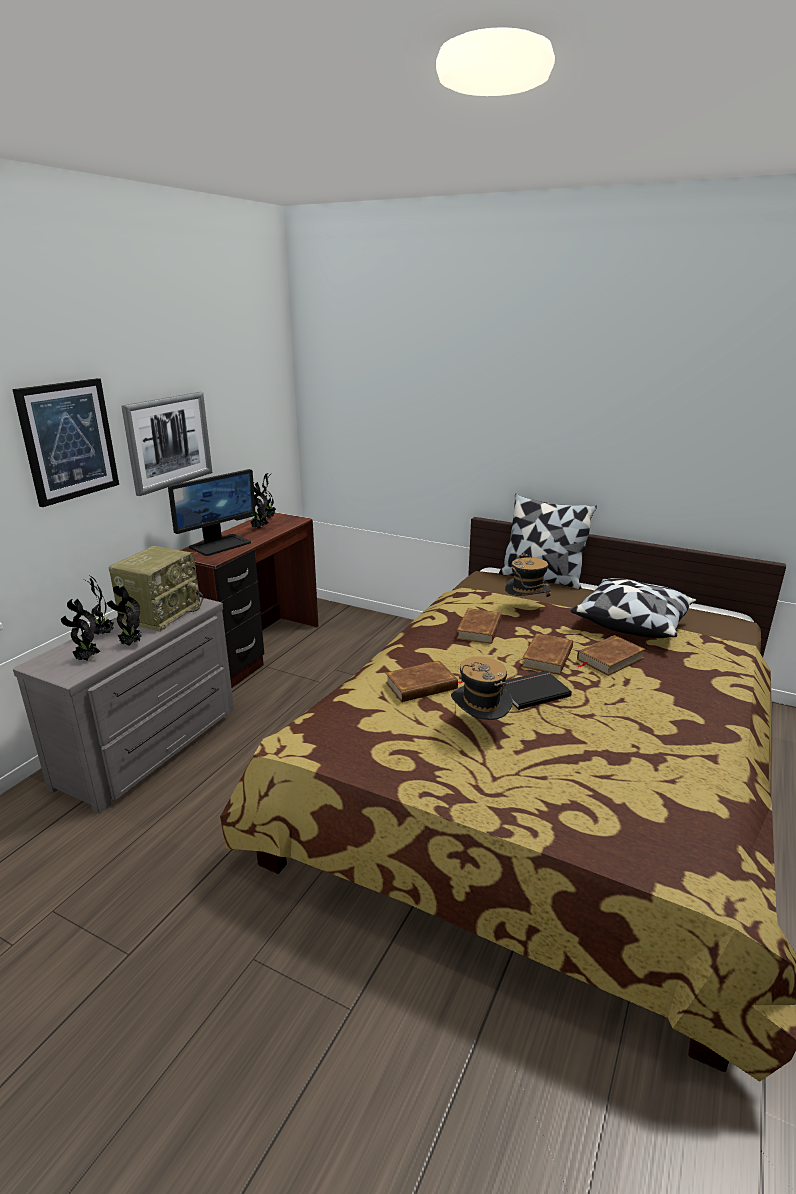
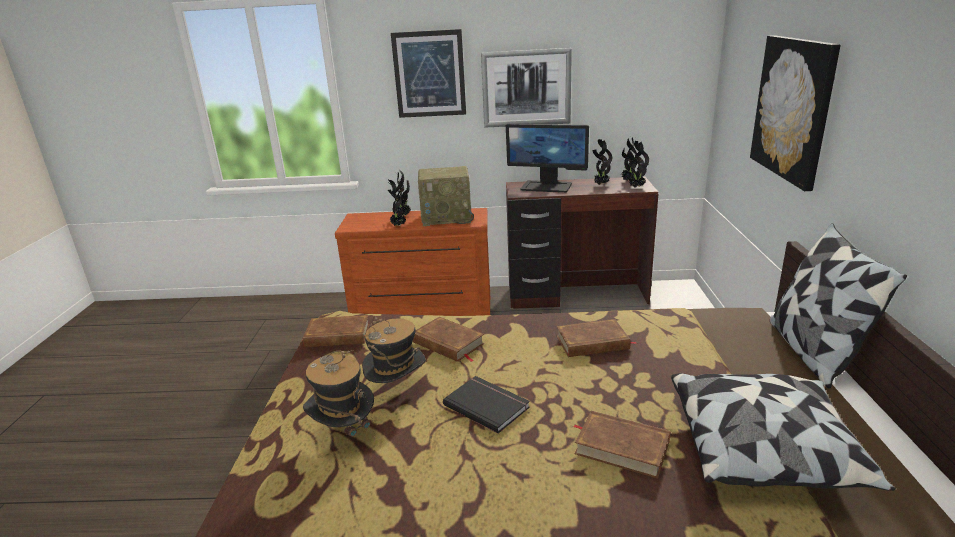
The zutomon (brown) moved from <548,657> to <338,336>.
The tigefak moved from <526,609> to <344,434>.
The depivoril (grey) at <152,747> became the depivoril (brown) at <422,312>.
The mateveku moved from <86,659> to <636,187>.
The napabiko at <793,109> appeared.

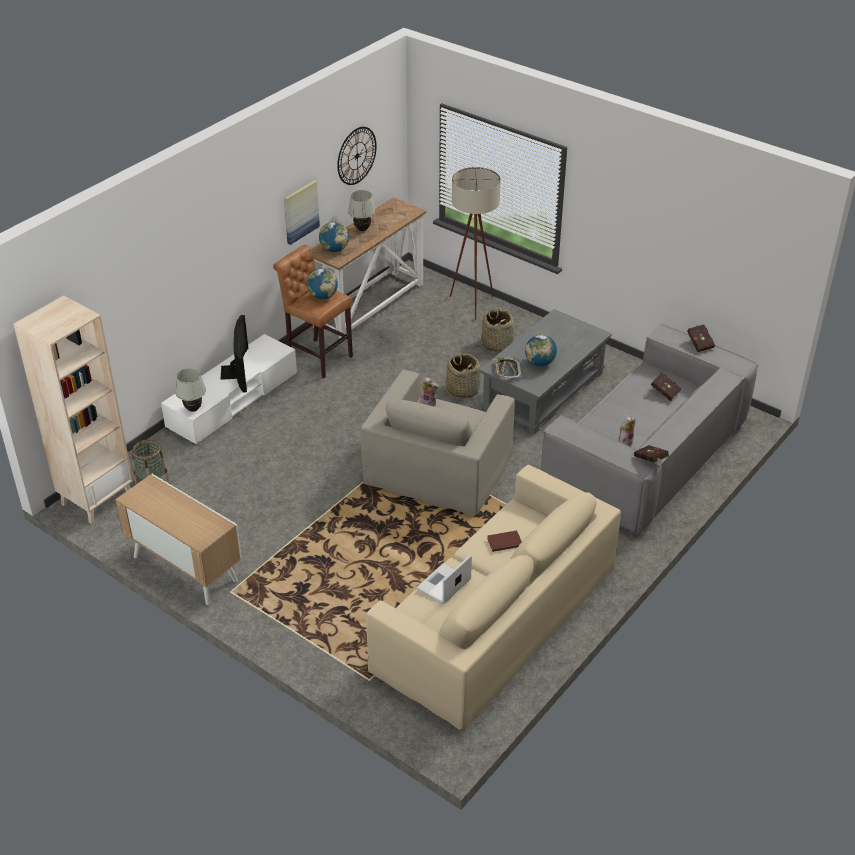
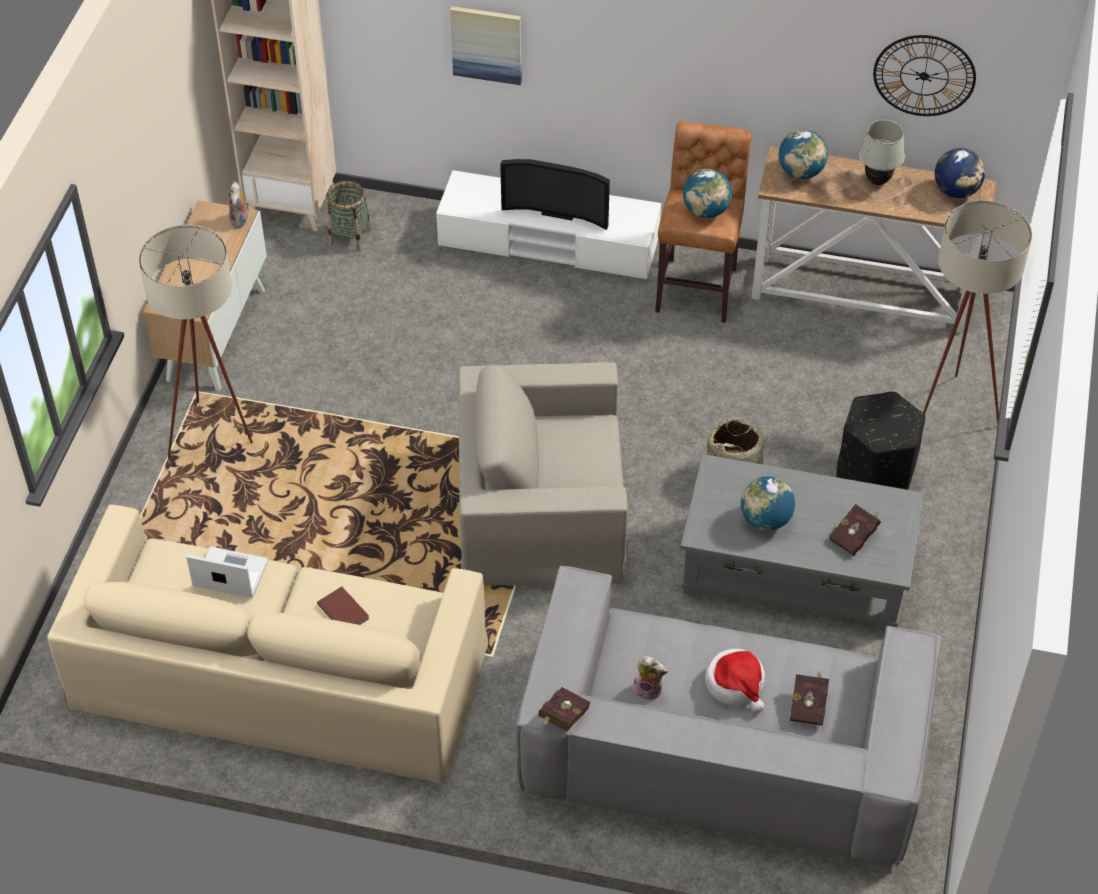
The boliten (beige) at <215,437> appeared.
The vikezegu moved from <429,403> to <241,221>.
The napabiko moved from <300,212> to <487,44>.
The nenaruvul at <236,372> turned 45 degrees clockwise.
The tigefak at <736,684> appeared.
The zutomon (red) moved from <699,343> to <855,537>.
The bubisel at <497,344> was replaced by the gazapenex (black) at <875,475>.
The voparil at <956,191> appeared.
The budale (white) at <193,409> disappeared.
The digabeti at <507,370> disappeared.

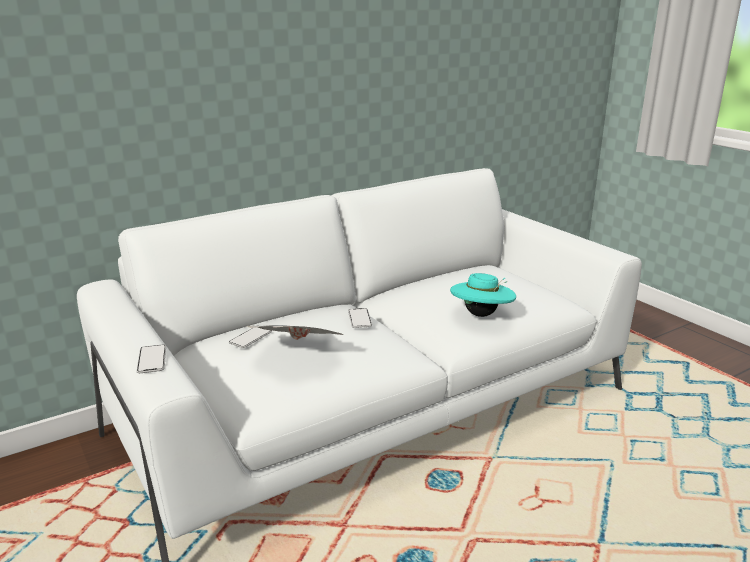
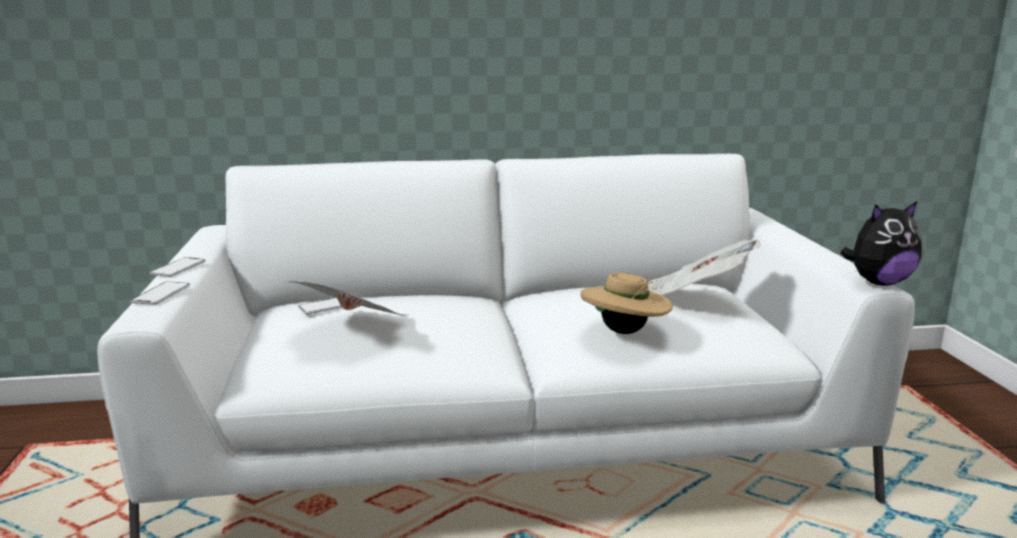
The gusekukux moved from <359,319> to <178,268>.
The tigefak (turquoise) at <481,315> became the tigefak (beige) at <624,332>.
The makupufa at <696,296> appeared.
The vikezegu at <878,282> appeared.

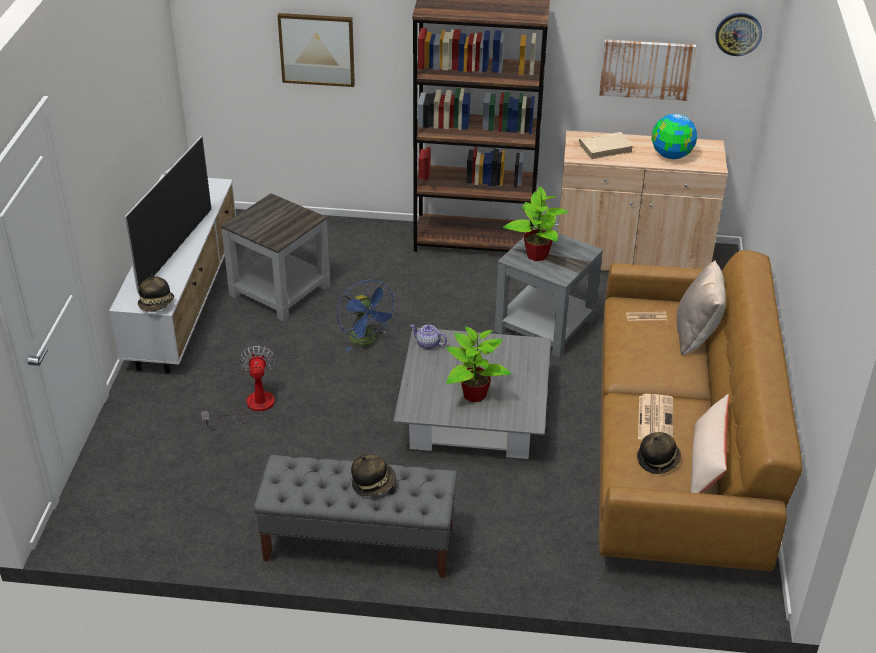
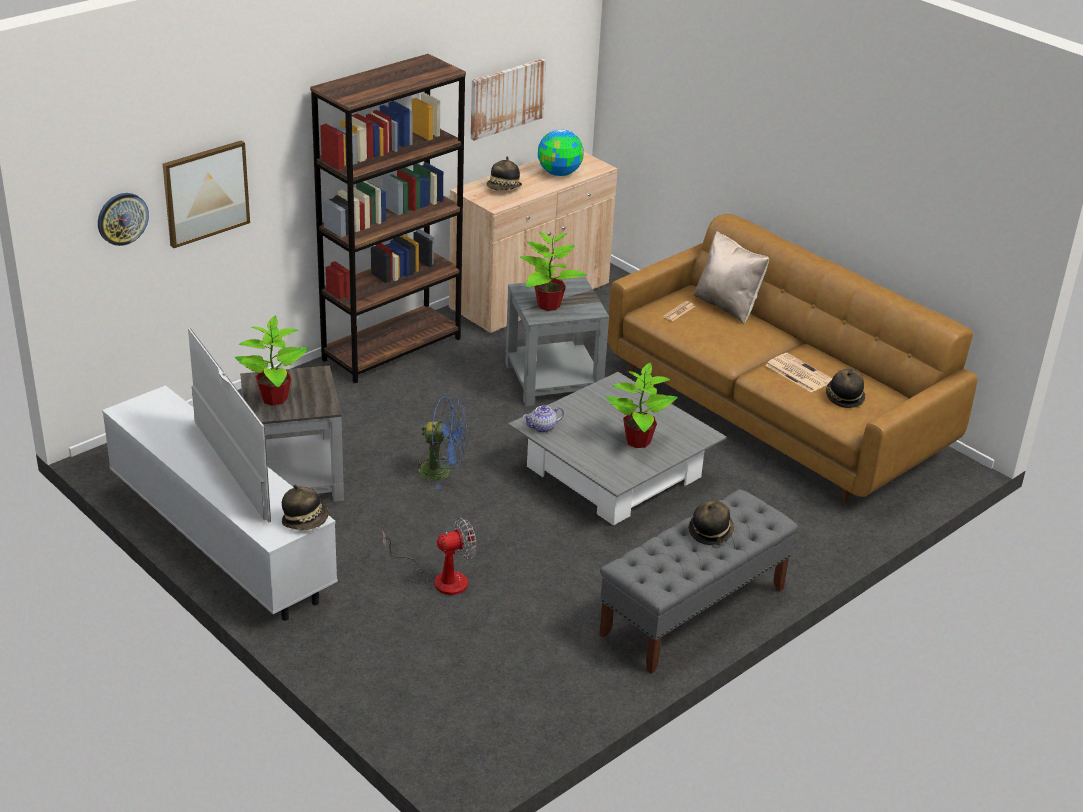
The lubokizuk moved from <738,33> to <122,218>.
The mateveku at <273,398> appeared.
The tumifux at <251,407> turned 120 degrees clockwise.
The zutomon (beige) at <605,147> was replaced by the tigefak at <504,189>.
The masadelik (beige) at <706,464> disappeared.

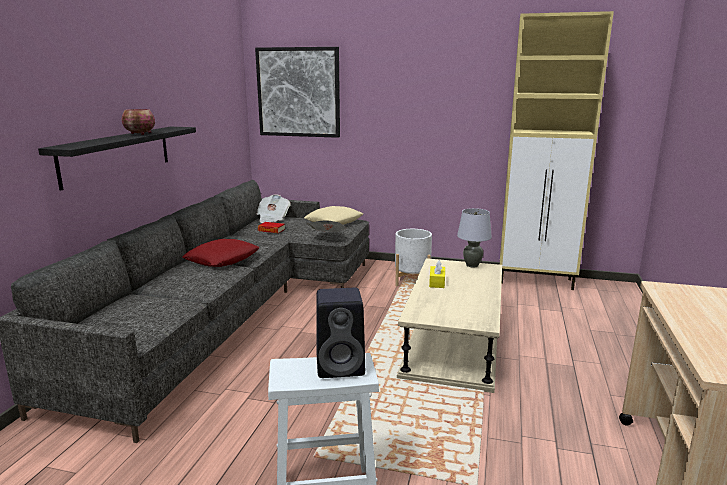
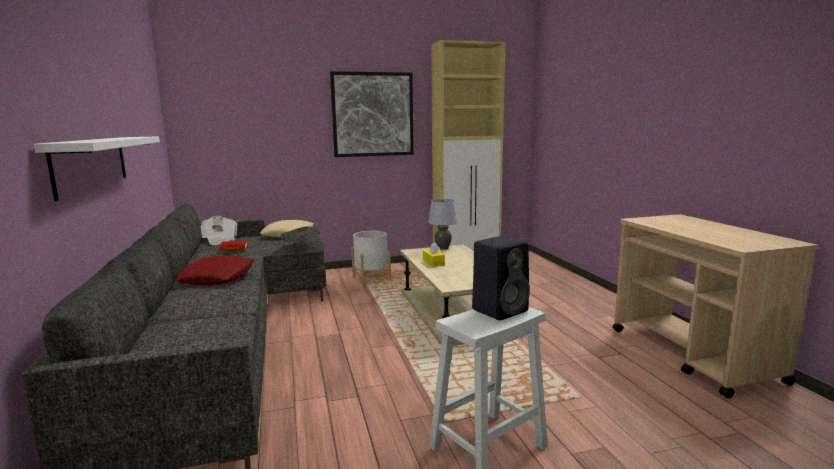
The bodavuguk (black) at <117,155> became the bodavuguk (white) at <92,163>.
The napabiko moved from <298,92> to <373,114>.
The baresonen at <140,134> disappeared.

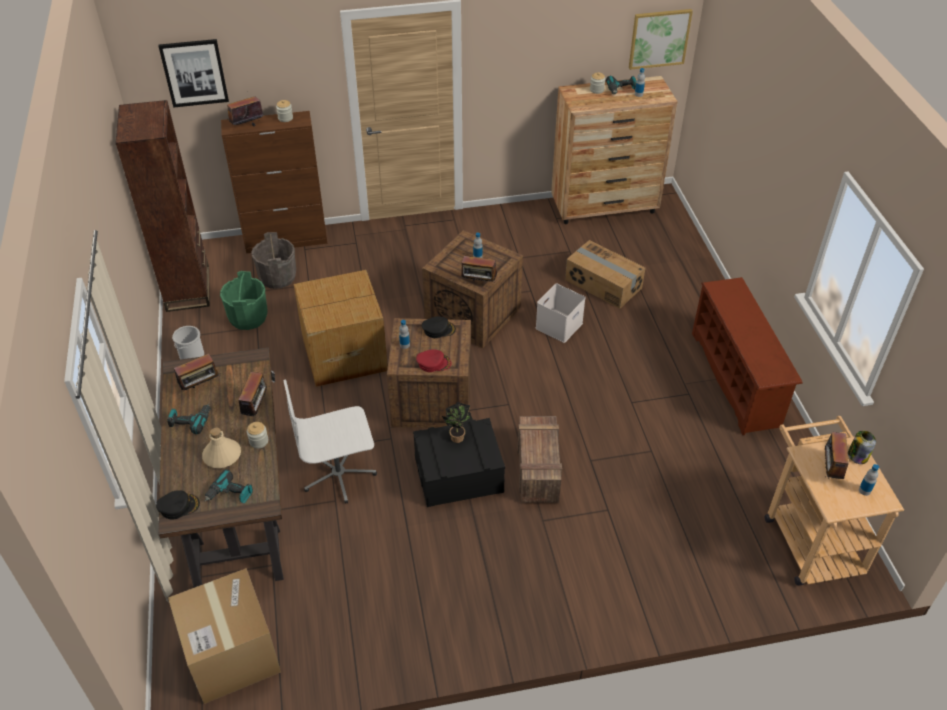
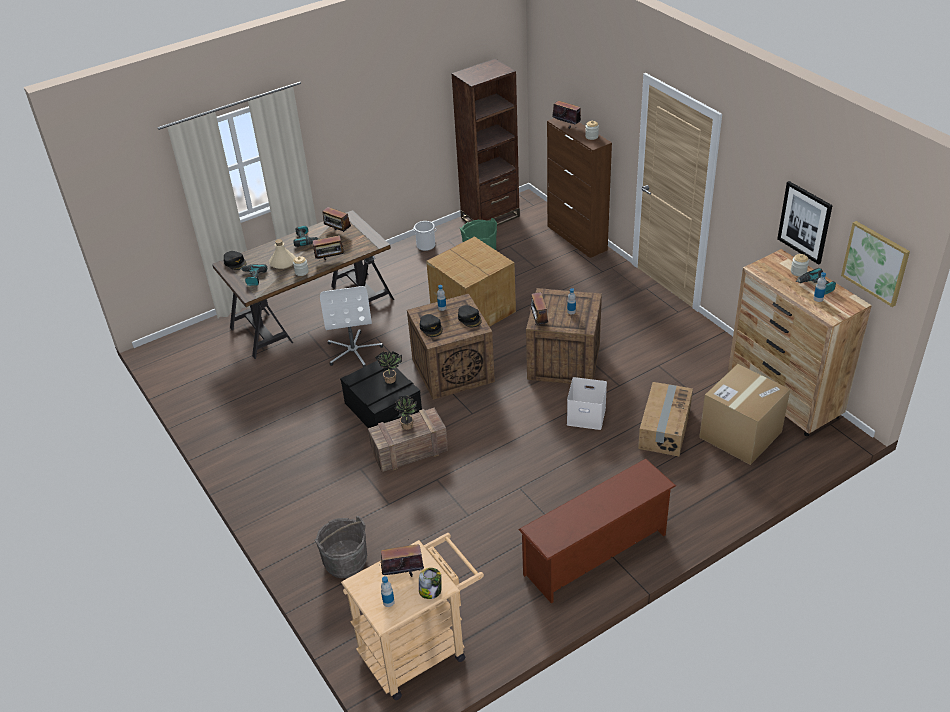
The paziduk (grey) moved from <278,277> to <346,562>.
The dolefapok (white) at <339,474> turned 150 degrees counterclockwise.
The mateveku at <409,426> appeared.
The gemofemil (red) at <434,363> became the gemofemil (black) at <431,328>.
The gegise moved from <232,654> to <740,434>.
The napabiko moved from <194,73> to <805,222>.

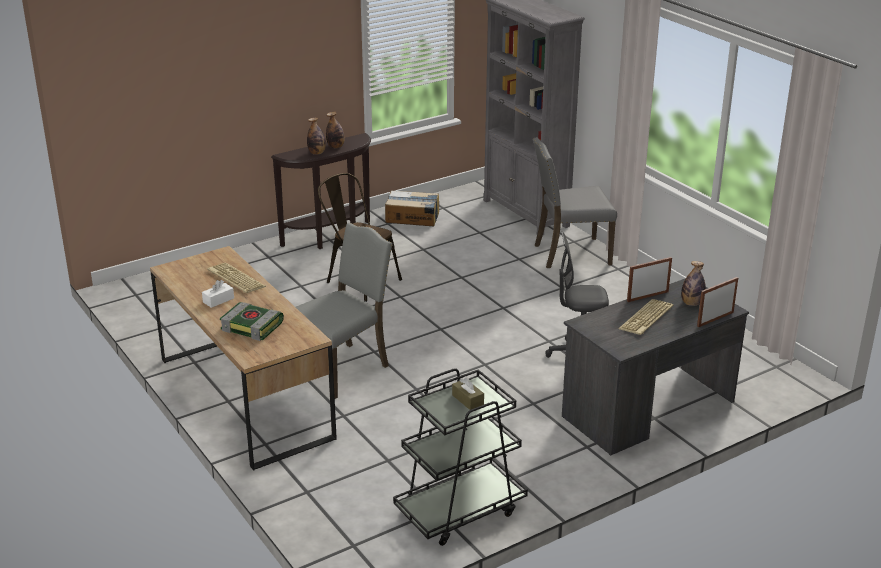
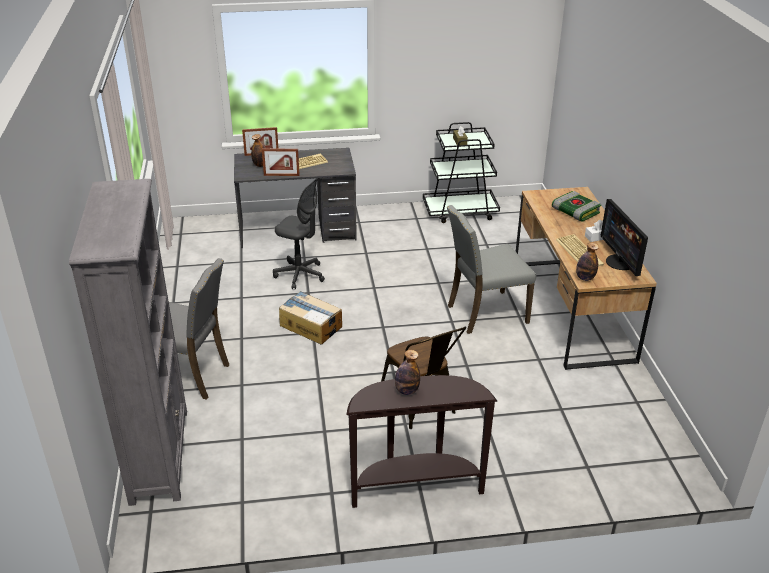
The gegise moved from <412,217> to <311,326>.
The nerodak moved from <317,153> to <585,278>.
The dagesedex at <620,262> appeared.

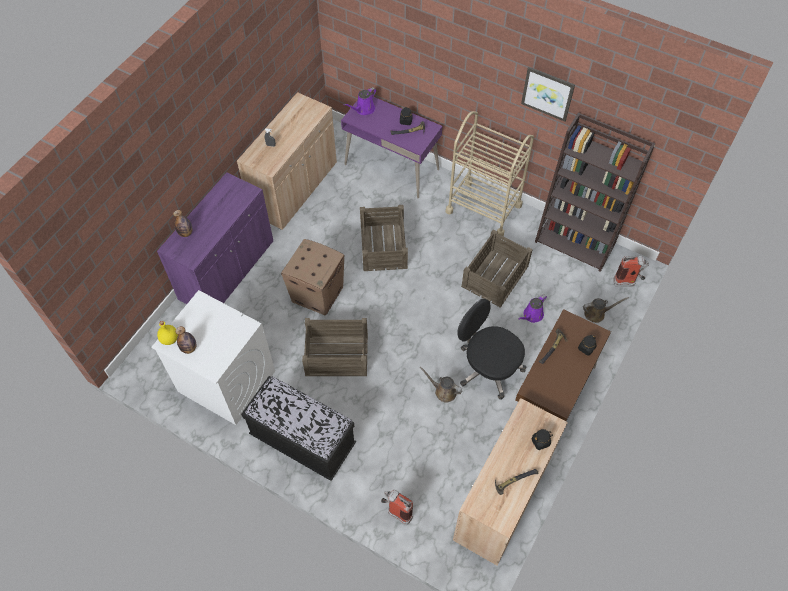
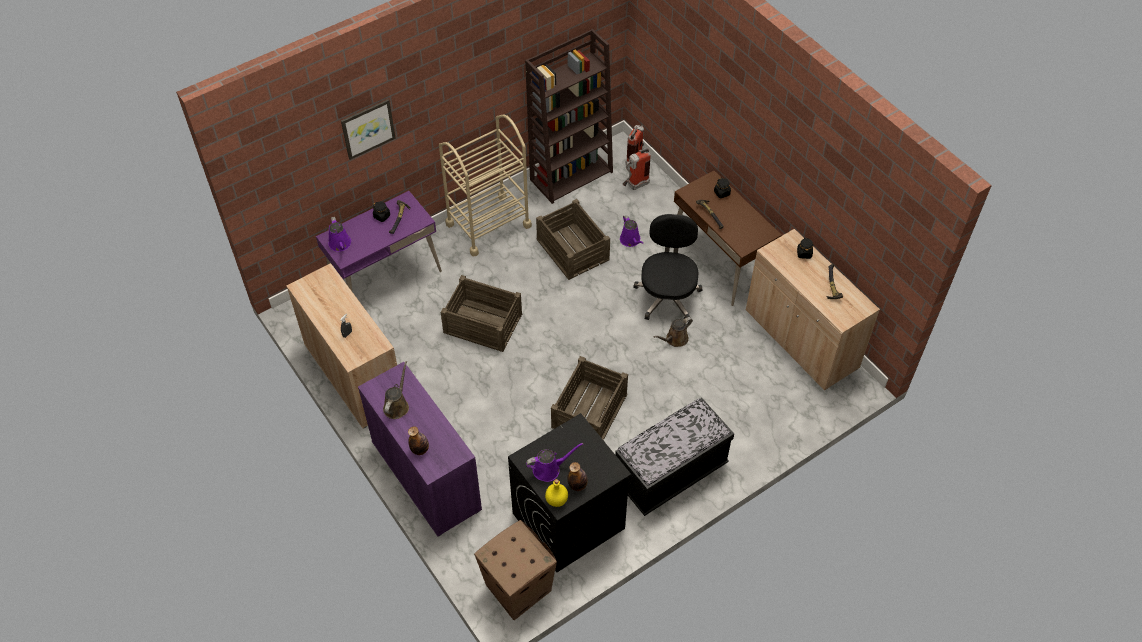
The napabiko moved from <547,93> to <368,128>.
The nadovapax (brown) moved from <597,313> to <397,405>.
The gegise moved from <318,294> to <517,587>.
The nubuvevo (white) at <226,381> became the nubuvevo (black) at <568,521>.
The nadovapax (purple) at <549,469> appeared.
The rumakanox moved from <396,512> to <634,186>.
The dolefapok (black) at <488,367> turned 120 degrees clockwise.

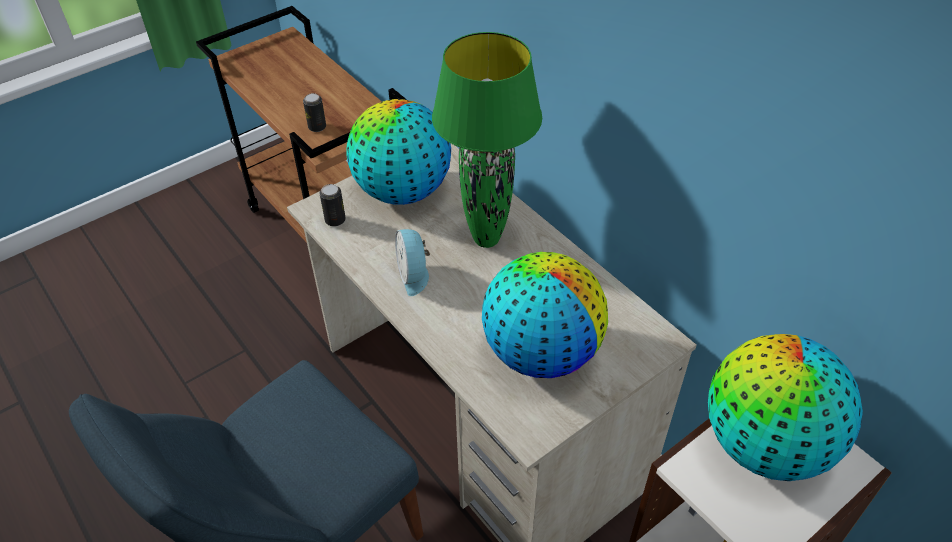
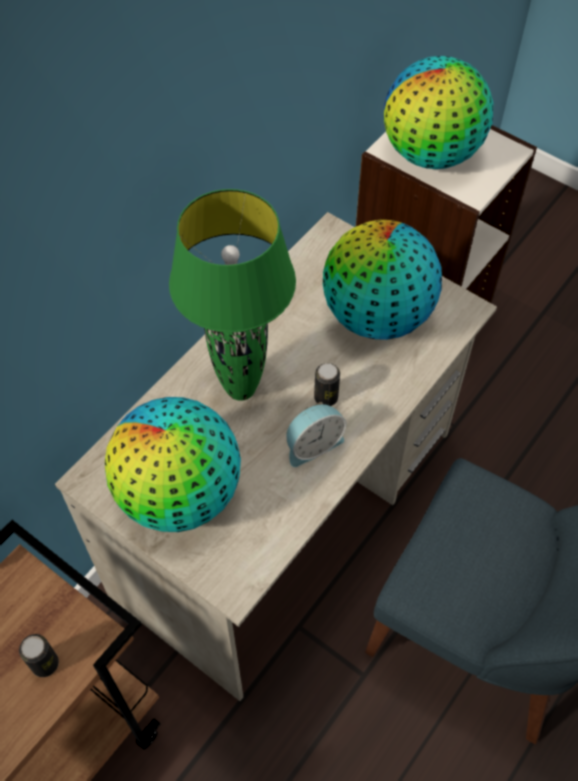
The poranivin moved from <335,220> to <326,397>.

